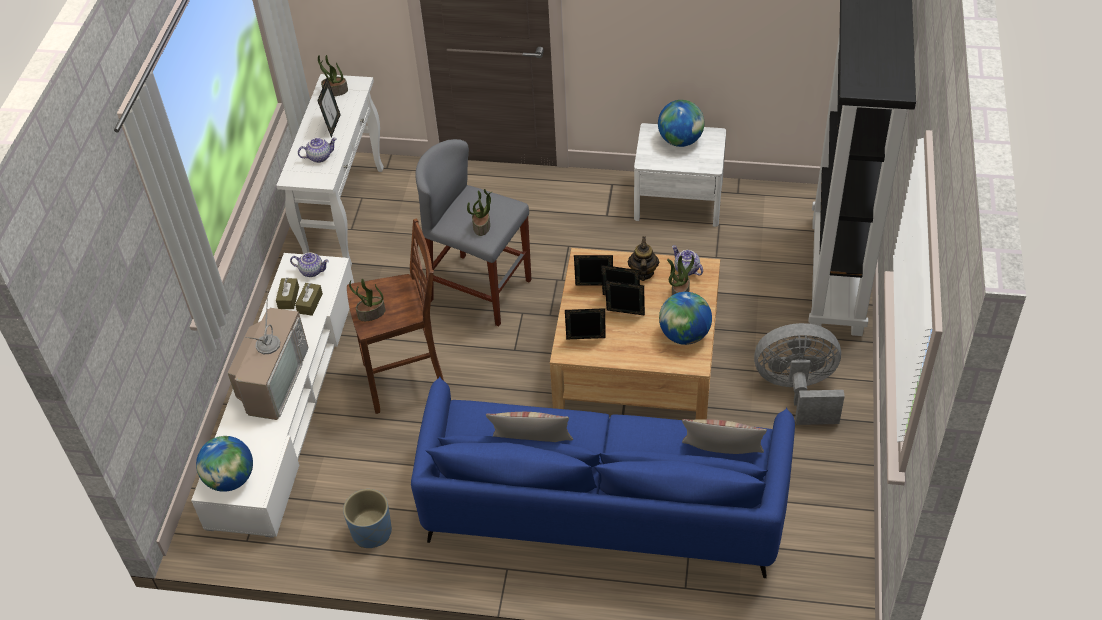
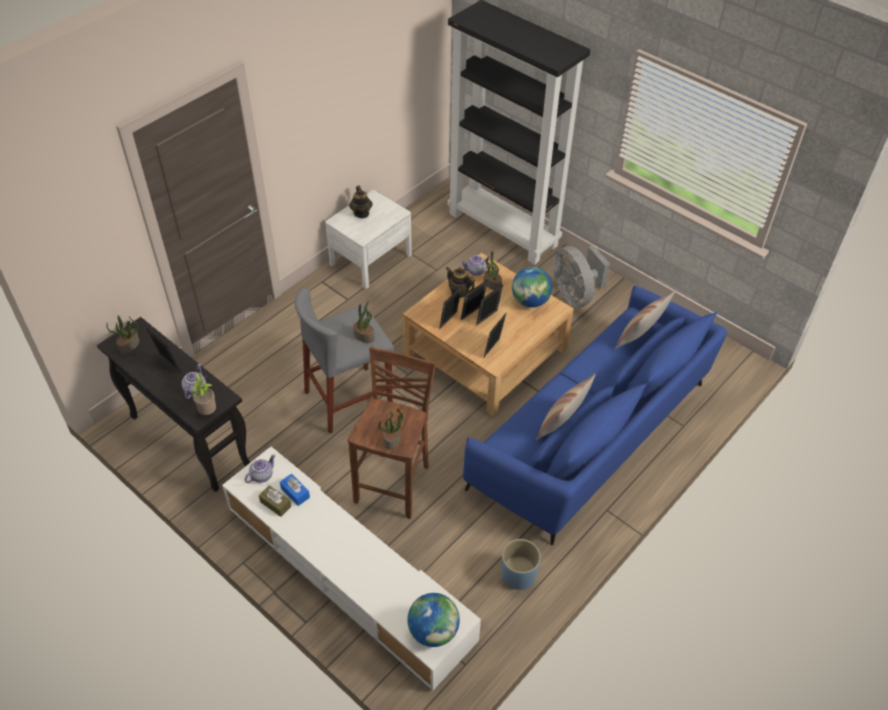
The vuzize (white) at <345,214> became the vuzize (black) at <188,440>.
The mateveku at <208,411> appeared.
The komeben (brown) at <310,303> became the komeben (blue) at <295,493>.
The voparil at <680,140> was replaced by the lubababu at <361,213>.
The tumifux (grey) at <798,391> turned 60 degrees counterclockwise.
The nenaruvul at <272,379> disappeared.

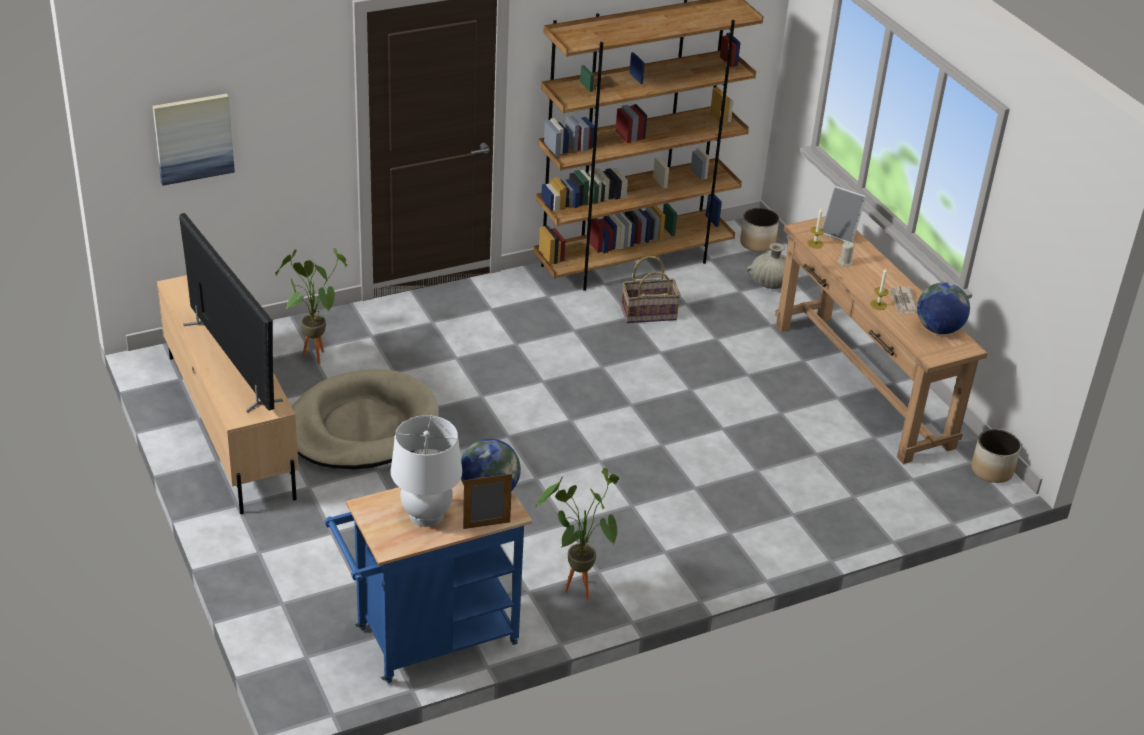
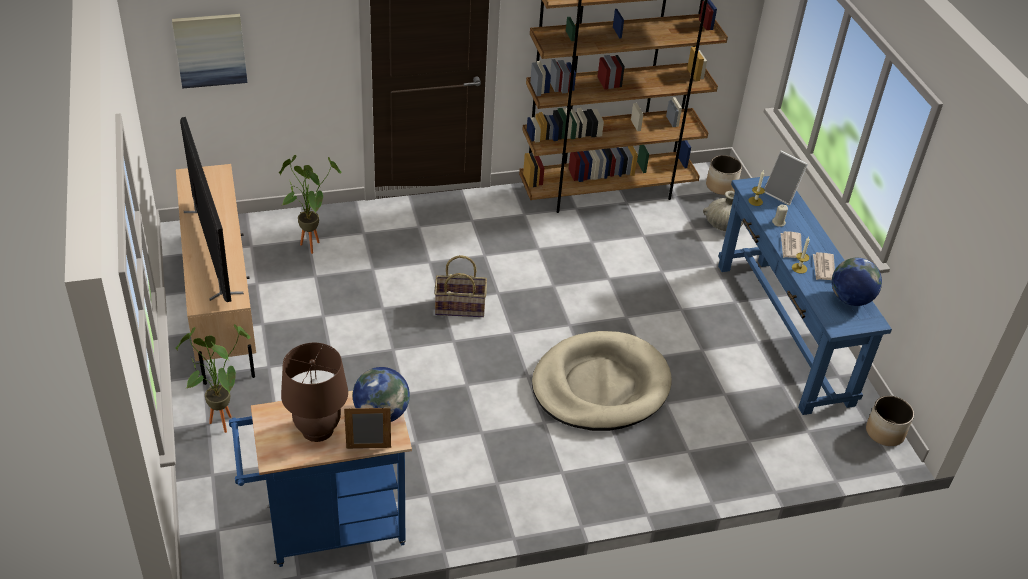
The mateveku moved from <576,585> to <221,419>.
The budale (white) at <426,515> became the budale (brown) at <317,429>.
The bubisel moved from <649,313> to <460,307>.
The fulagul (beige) moved from <362,426> to <600,386>.
The vuzize (brown) at <861,385> became the vuzize (blue) at <782,332>.
The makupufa at <790,246> appeared.

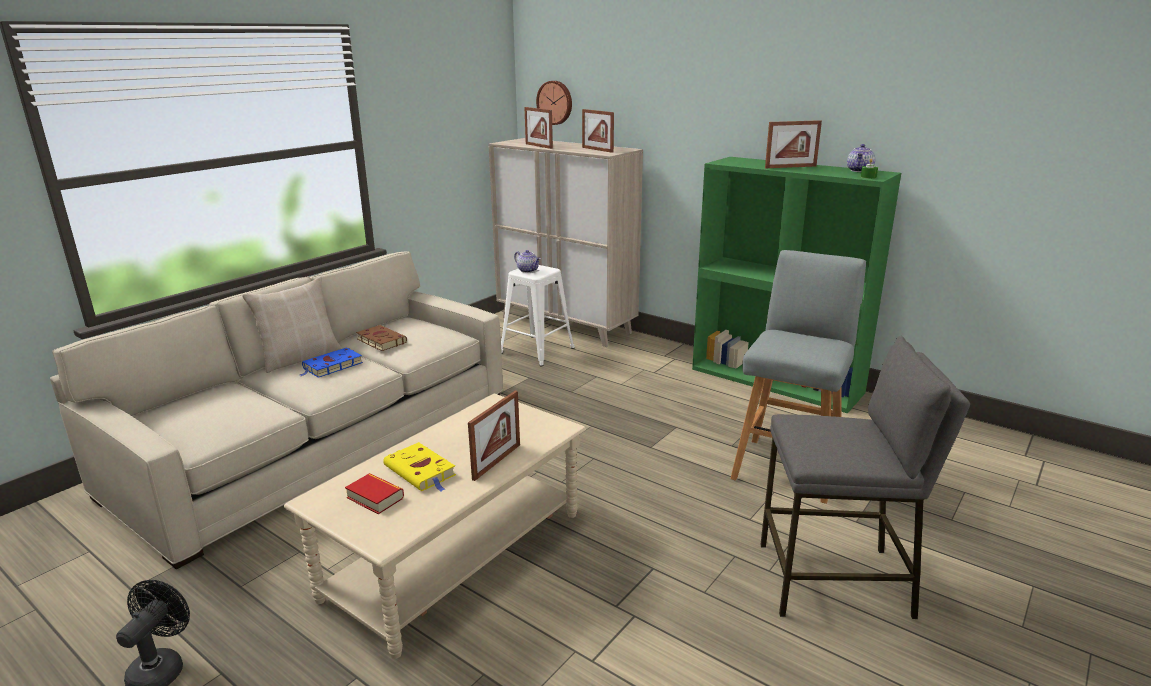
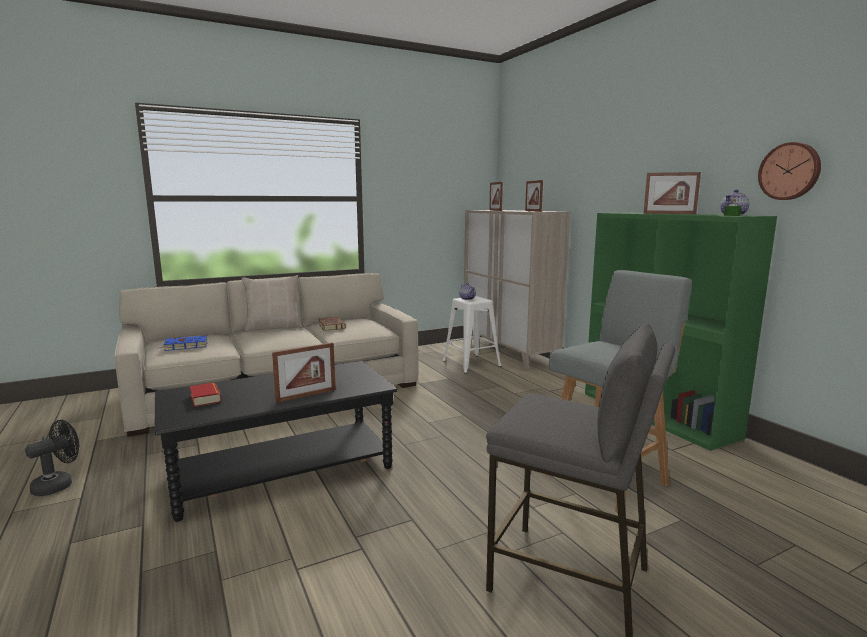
The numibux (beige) at <456,555> became the numibux (black) at <283,471>.
The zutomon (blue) moved from <331,366> to <185,346>.
The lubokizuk moved from <555,102> to <790,171>.
The zutomon (yellow) at <421,471> disappeared.

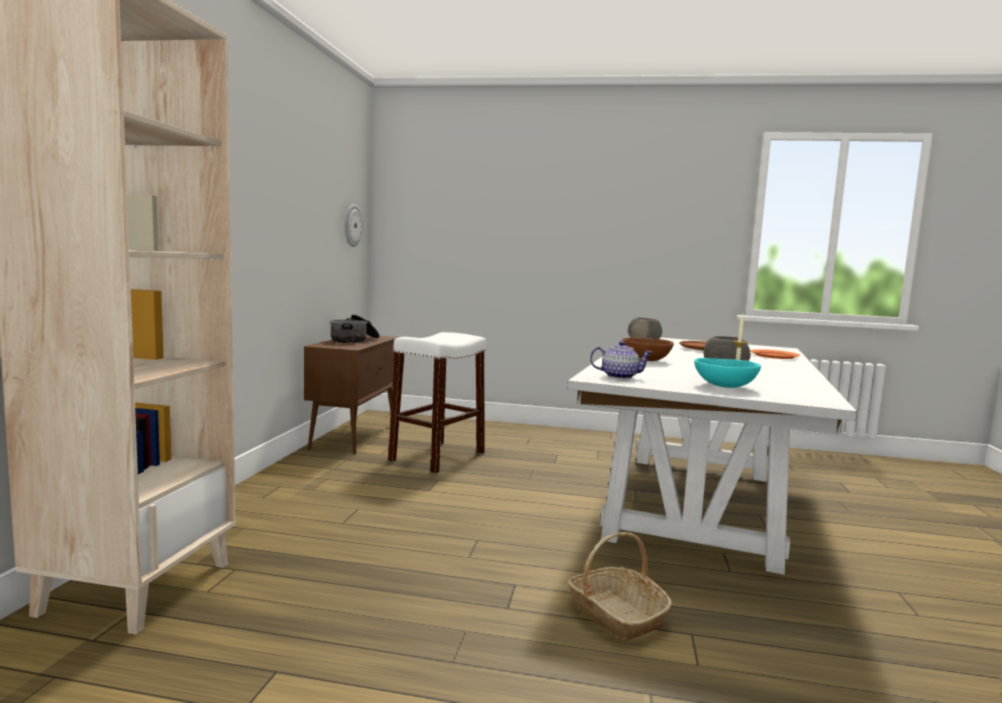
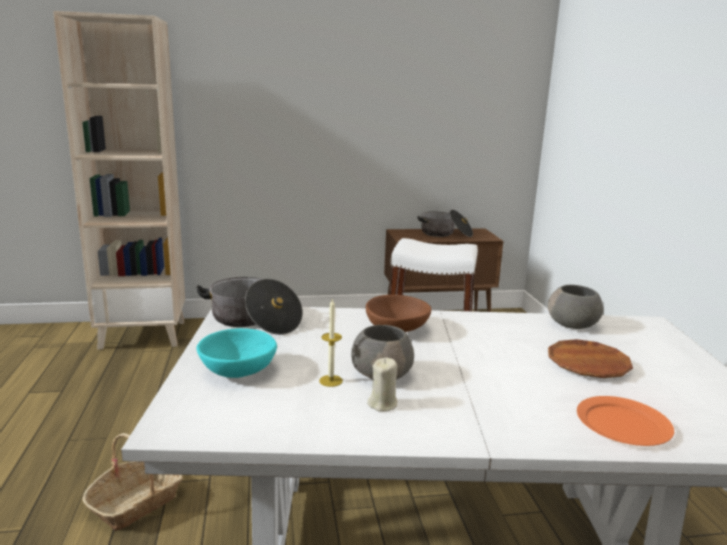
The lubababu at <619,376> was replaced by the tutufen at <253,321>.
The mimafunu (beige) at <383,404> appeared.
The lubokizuk at <352,225> disappeared.

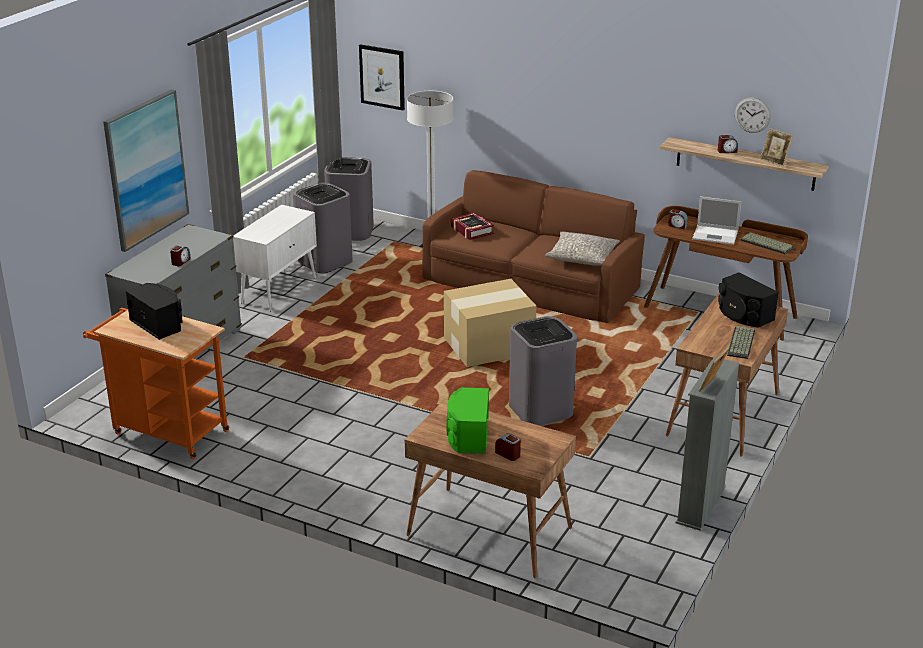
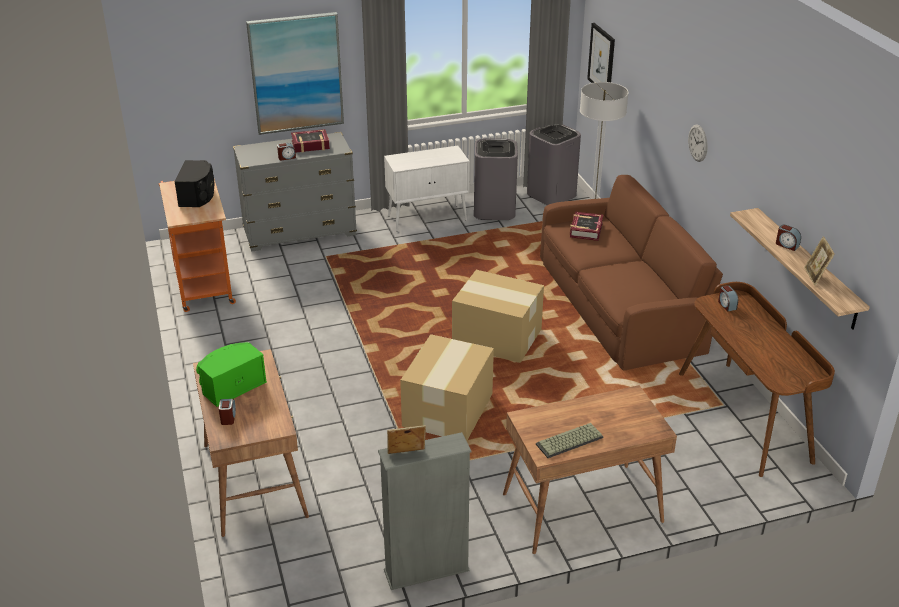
The zutomon at <310,145> appeared.
The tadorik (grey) at <540,410> was replaced by the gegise at <446,411>.
The lubokizuk moved from <752,115> to <698,143>.
The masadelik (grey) at <582,257> disappeared.
The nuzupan at <716,235> disappeared.
The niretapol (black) at <743,315> disappeared.
The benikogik at <767,244> disappeared.

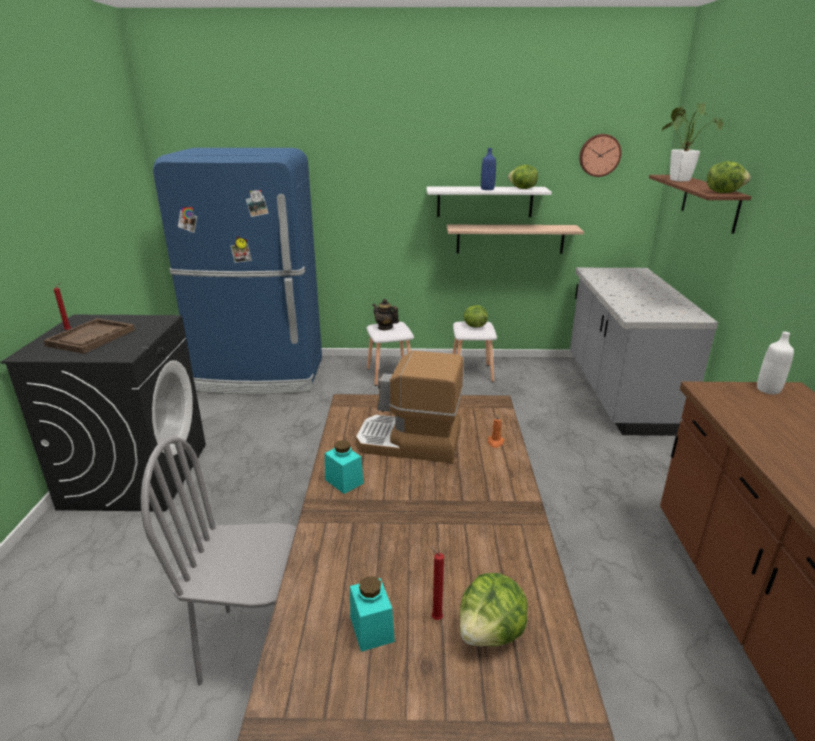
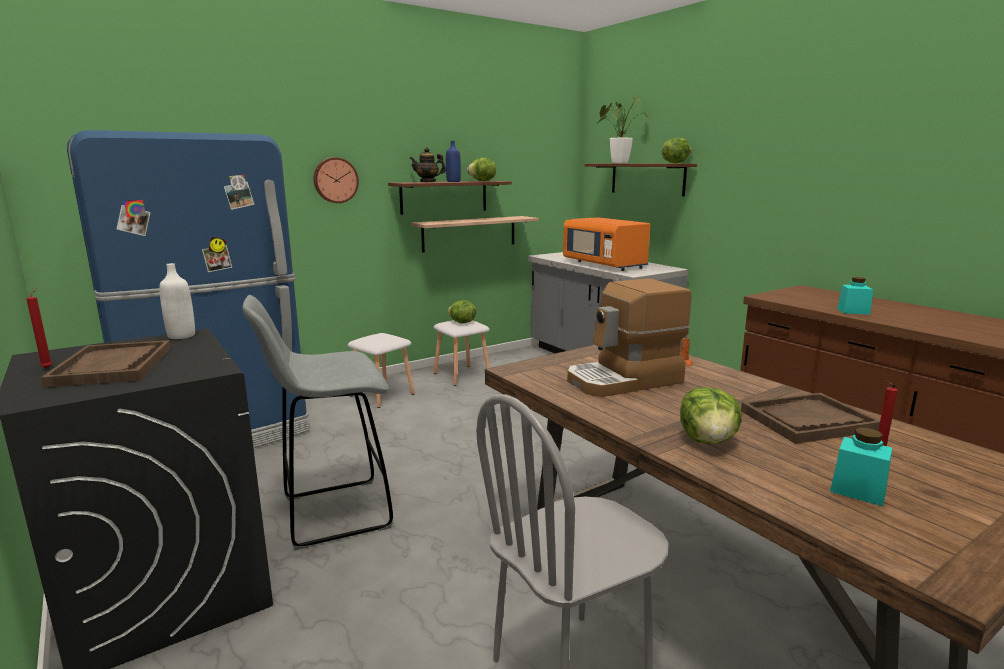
The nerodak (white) moved from <768,390> to <181,336>.
The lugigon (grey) at <332,513> appeared.
The lubokizuk moved from <599,155> to <335,180>.
The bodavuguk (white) at <484,201> became the bodavuguk (brown) at <444,197>.
The lubababu moved from <385,327> to <428,182>.
The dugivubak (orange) at <604,265> appeared.
The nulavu moved from <491,633> to <708,441>.
The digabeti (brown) at <808,421> appeared.
The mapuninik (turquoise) moved from <344,481> to <853,311>.

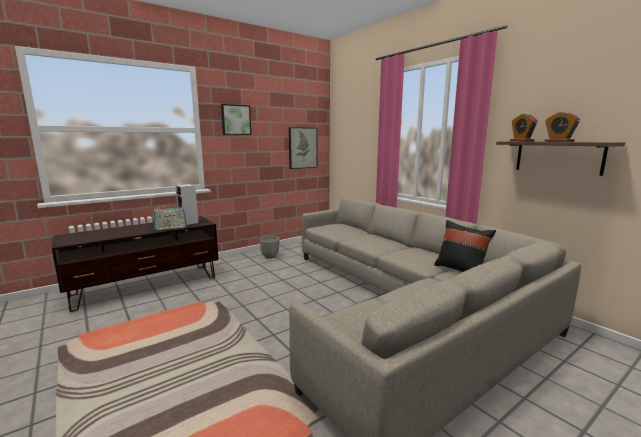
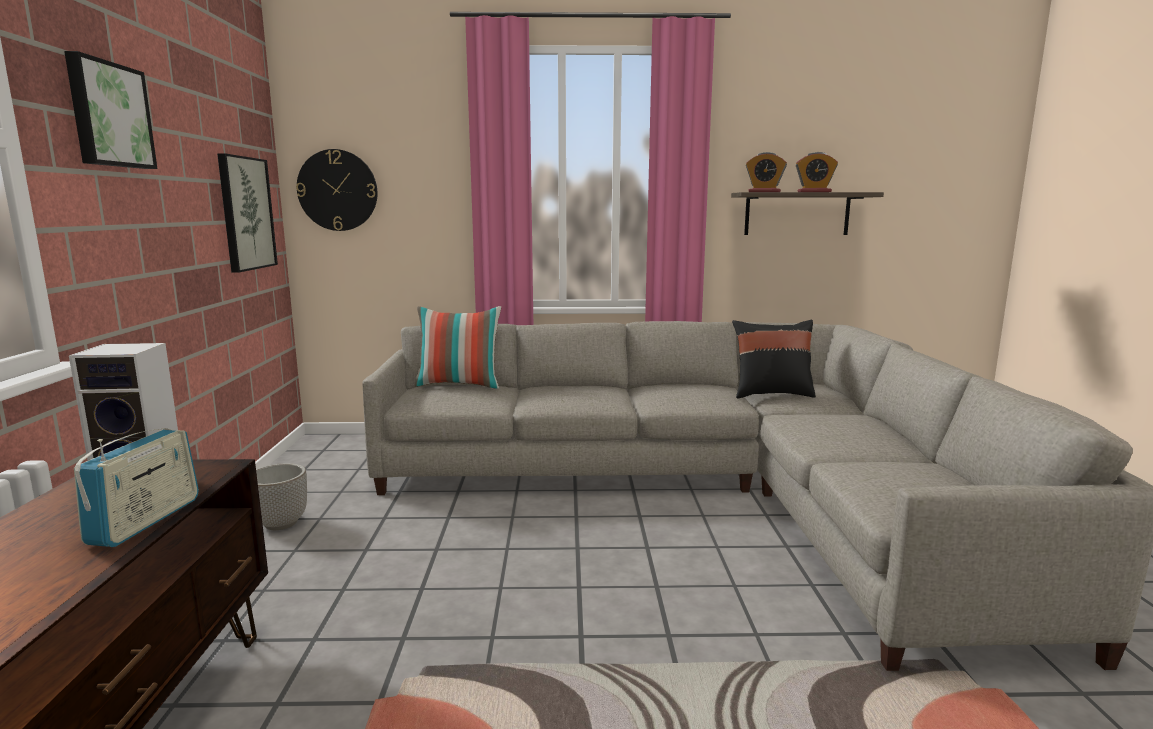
The lubokizuk at <337,190> appeared.
The masadelik at <459,385> appeared.

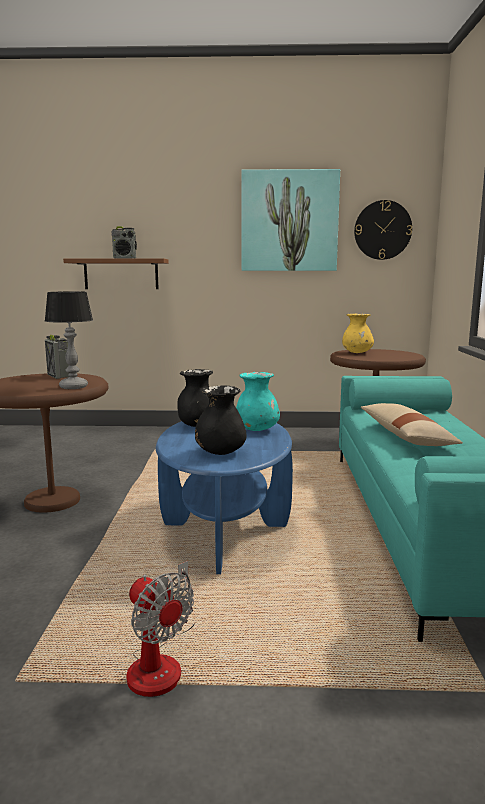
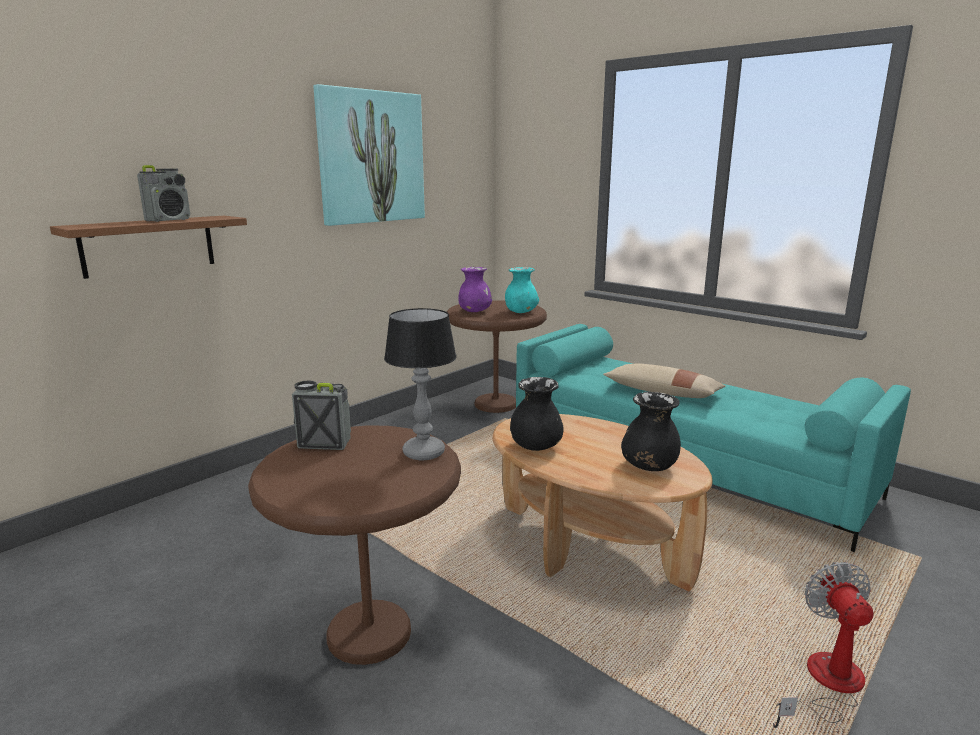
The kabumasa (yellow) at <357,353> became the kabumasa (purple) at <475,311>.
The numibux (blue) at <225,526> became the numibux (brown) at <589,546>.
The kabumasa (turquoise) moved from <257,430> to <521,312>.
The tumifux at <161,662> turned 90 degrees counterclockwise.
The lubokizuk at <382,230> disappeared.

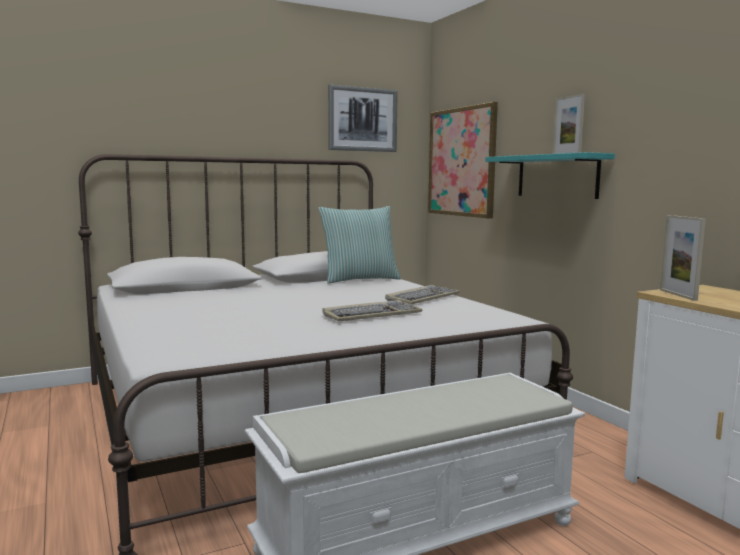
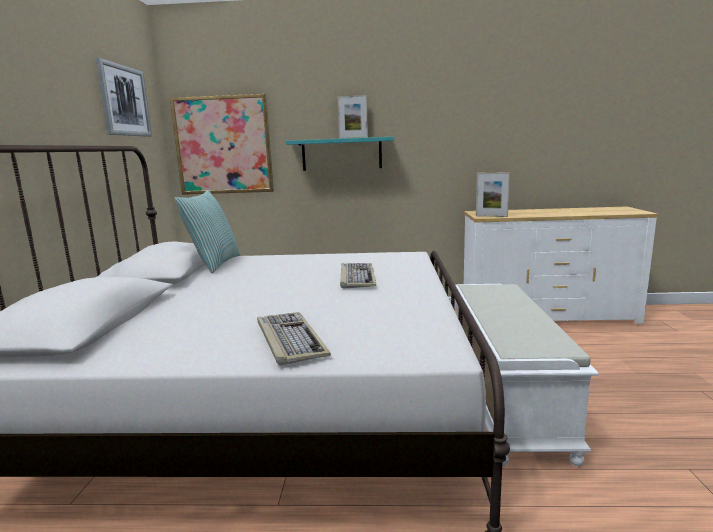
The benikogik moved from <422,298> to <289,340>.

